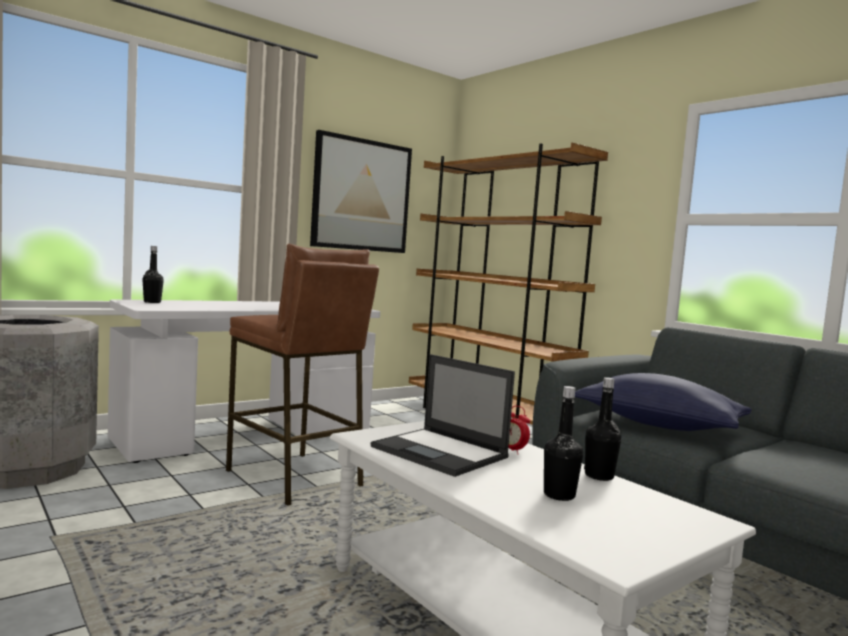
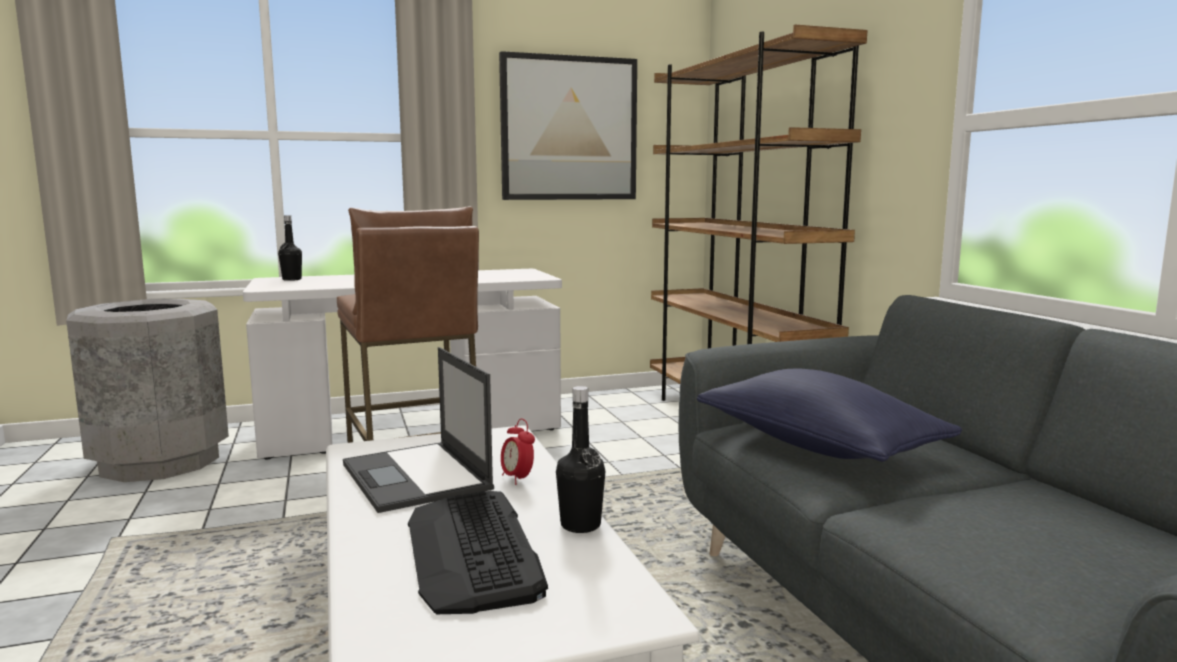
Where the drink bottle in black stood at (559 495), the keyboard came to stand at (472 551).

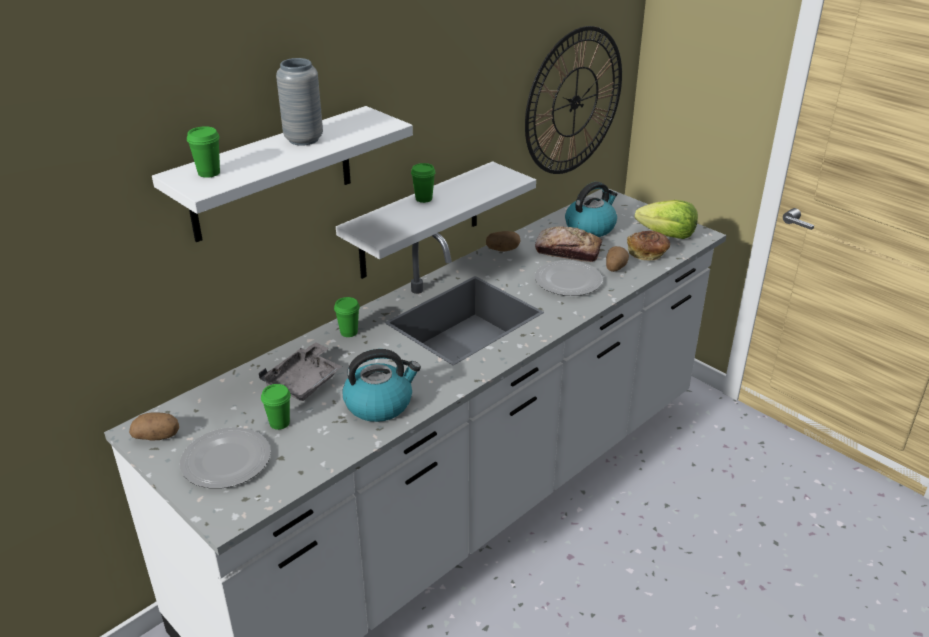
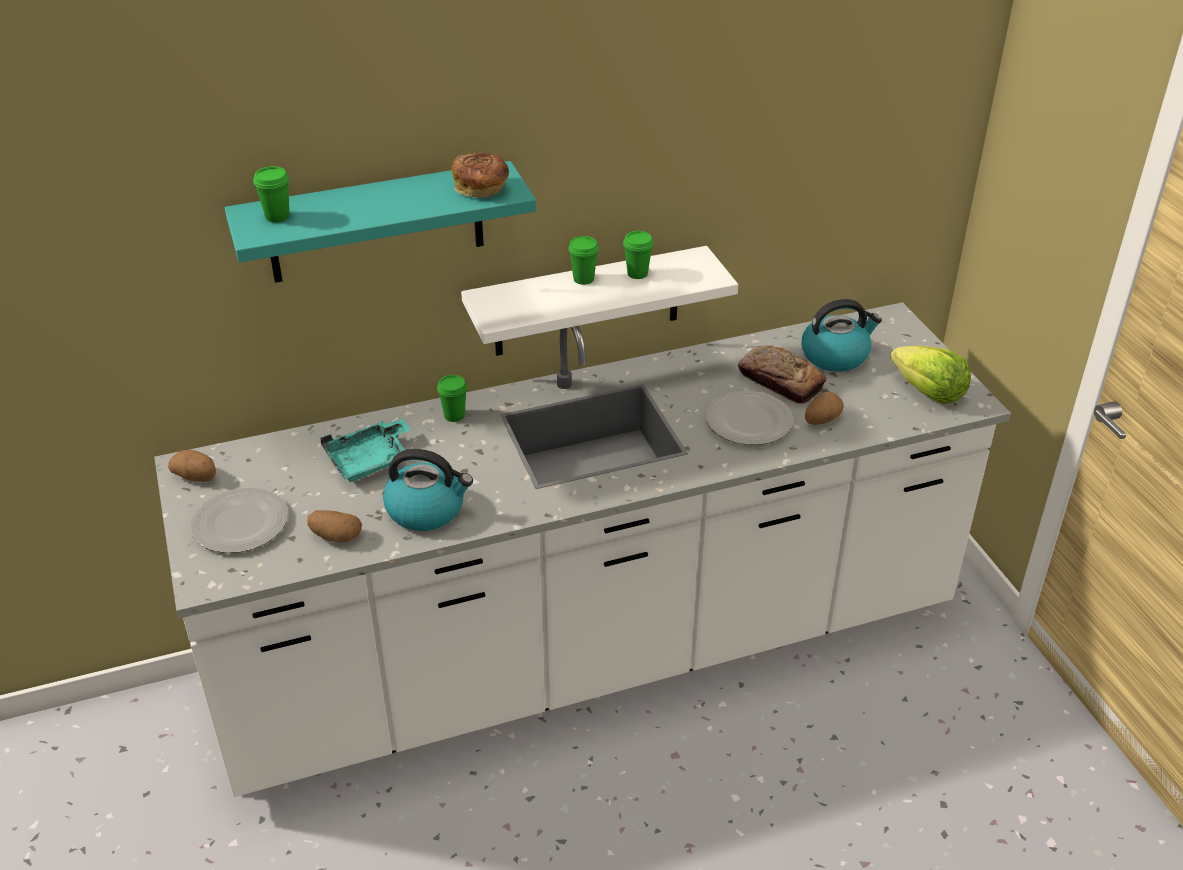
What was the wall shelf in white at (272 174) turned into the wall shelf in blue-green at (376 223). The potato ended up elsewhere, having gone from (503 249) to (335 537). What was the carrying tray in grey at (304 382) turned into the carrying tray in blue-green at (370 460). The bread ended up elsewhere, having gone from (647 254) to (481 189). The cup in greenish ended up elsewhere, having gone from (279 423) to (637 273). The second view lost the decorative vase in grey at (303 139). The second view lost the hanging clock at (574 102).

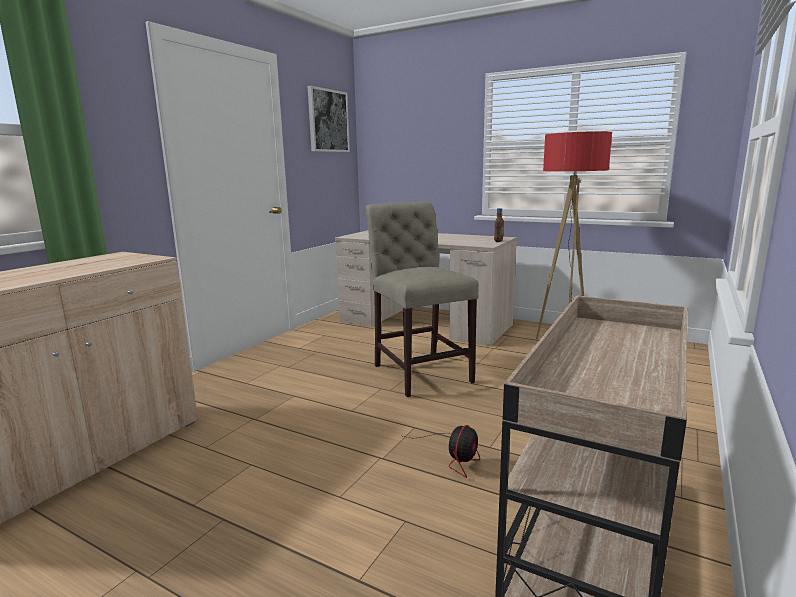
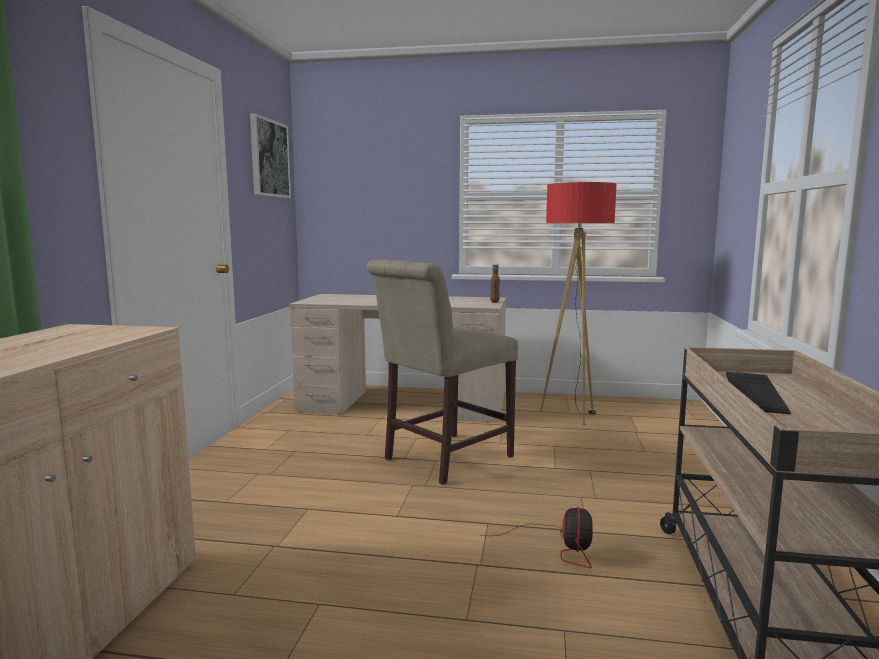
The plain chair in beige at (420 371) ended up facing another way, 90 degrees counterclockwise from before. The second view gained the keyboard at (754 392).

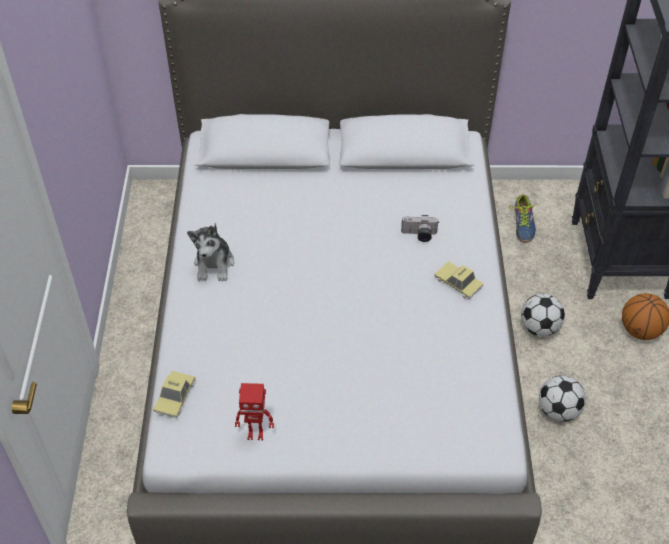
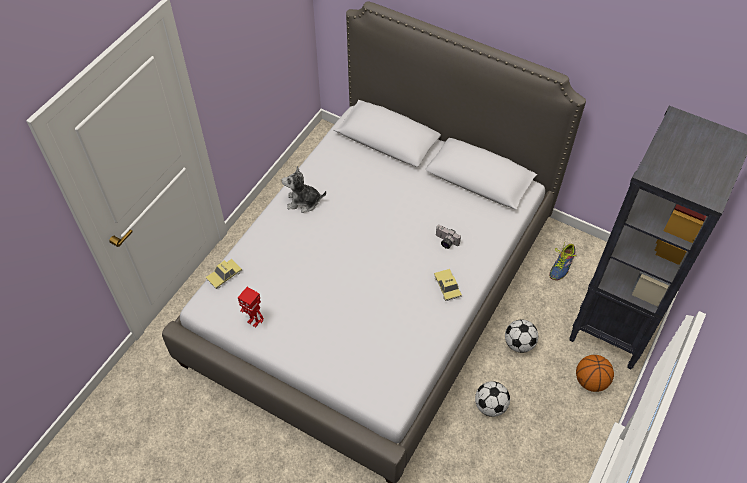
The plush toy at (214 264) ended up facing another way, 60 degrees clockwise from before.

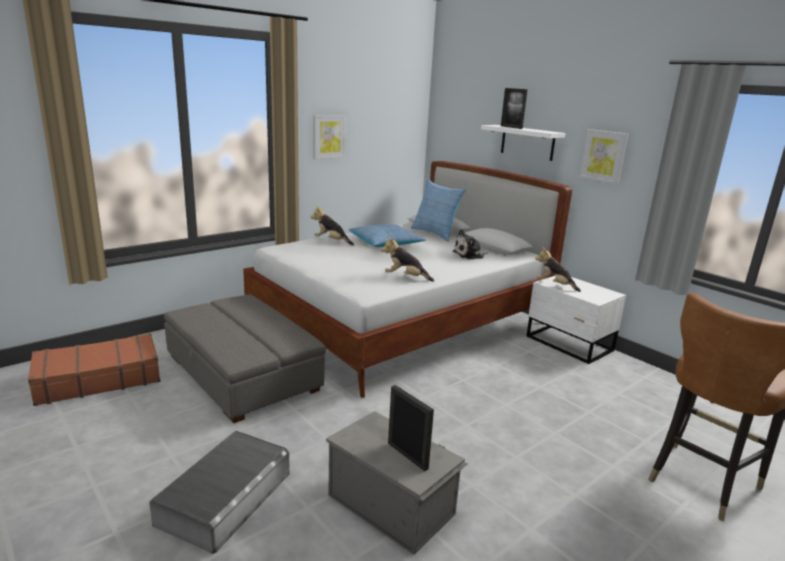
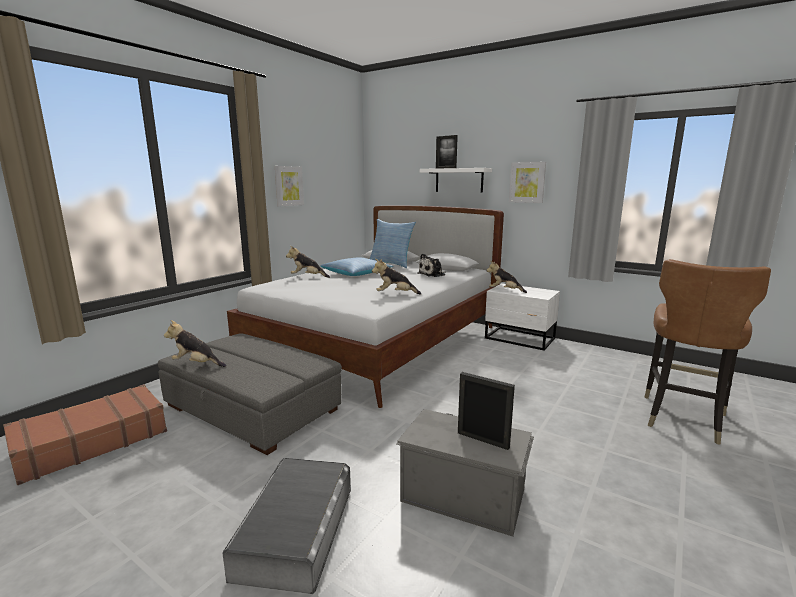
The second view gained the plush toy at (196 364).

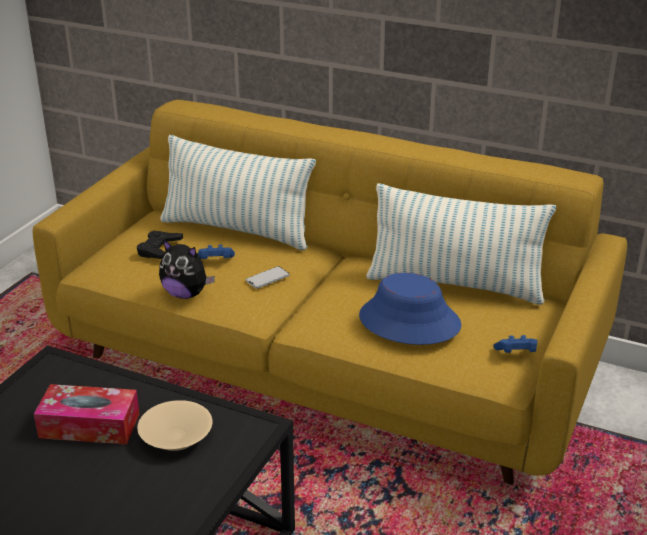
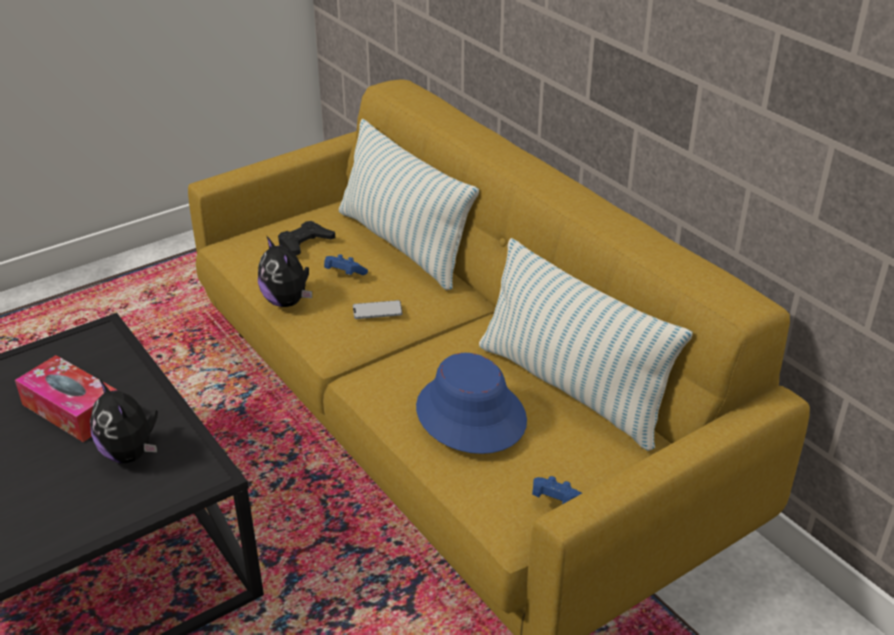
Where the deep dish in beige stood at (177 436), the plush toy came to stand at (130 453).

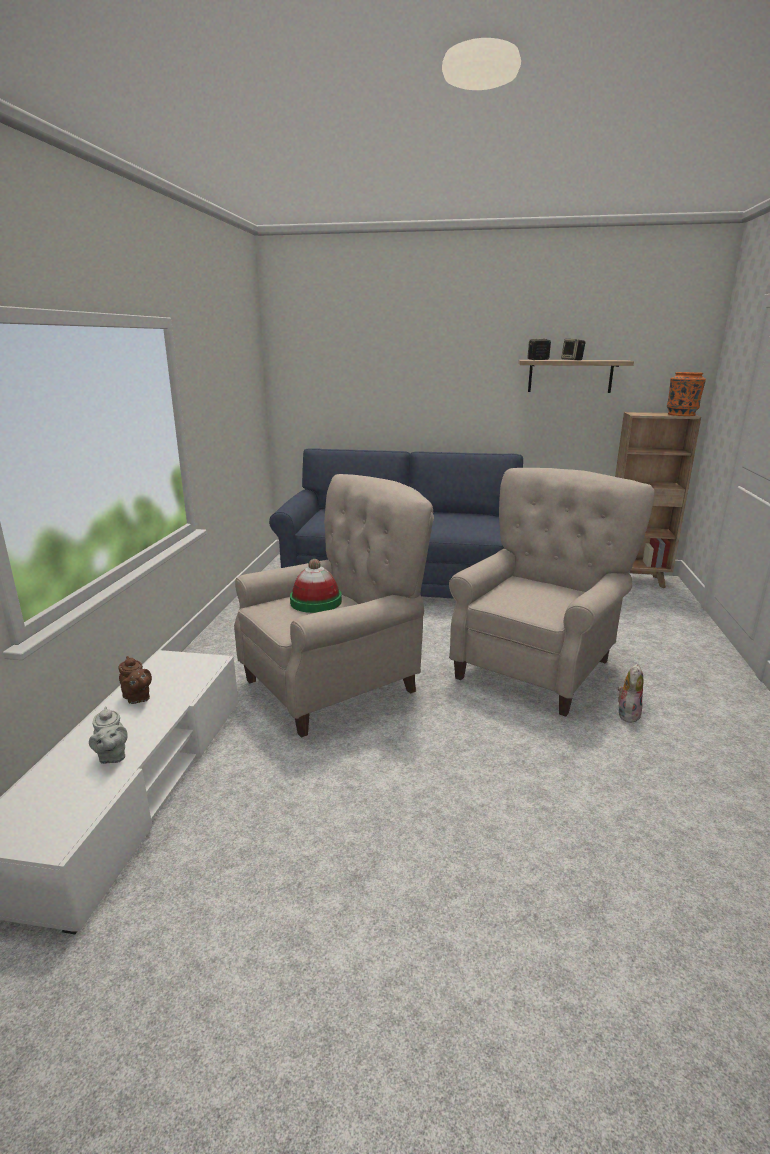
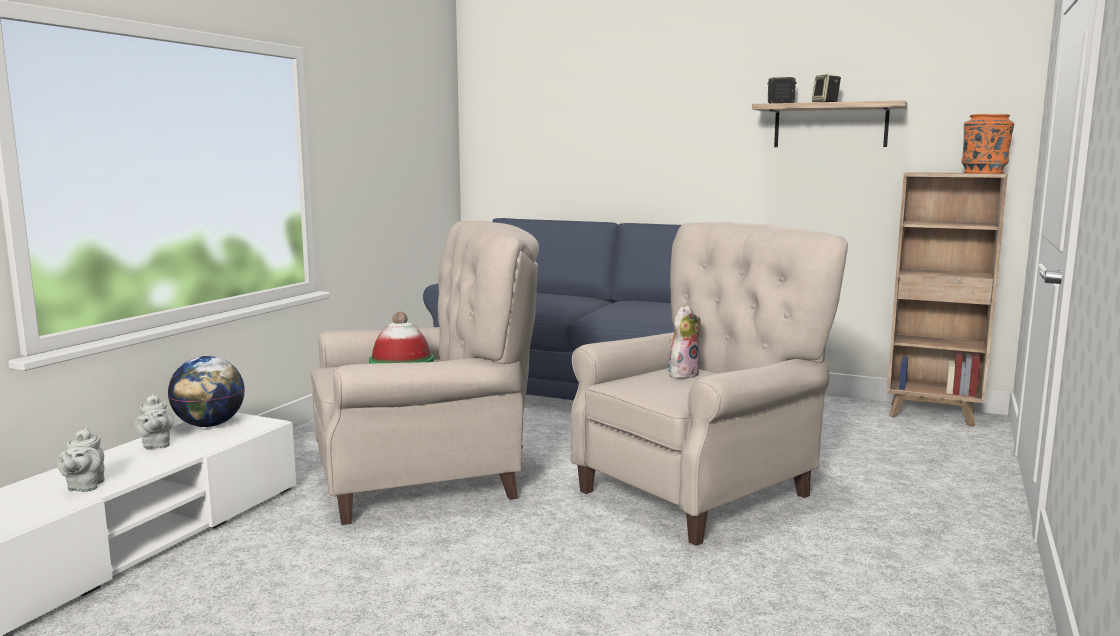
What was the tea pot in brown at (137 698) turned into the tea pot in grey at (156 445). The second view gained the world globe at (209 425). The plush toy ended up elsewhere, having gone from (627 714) to (682 374).

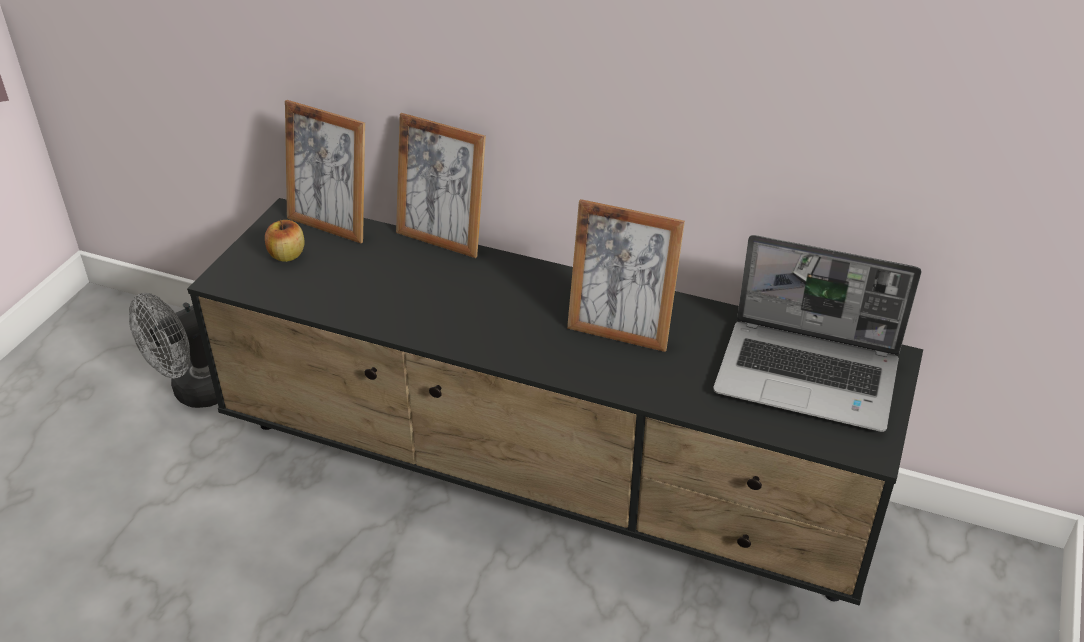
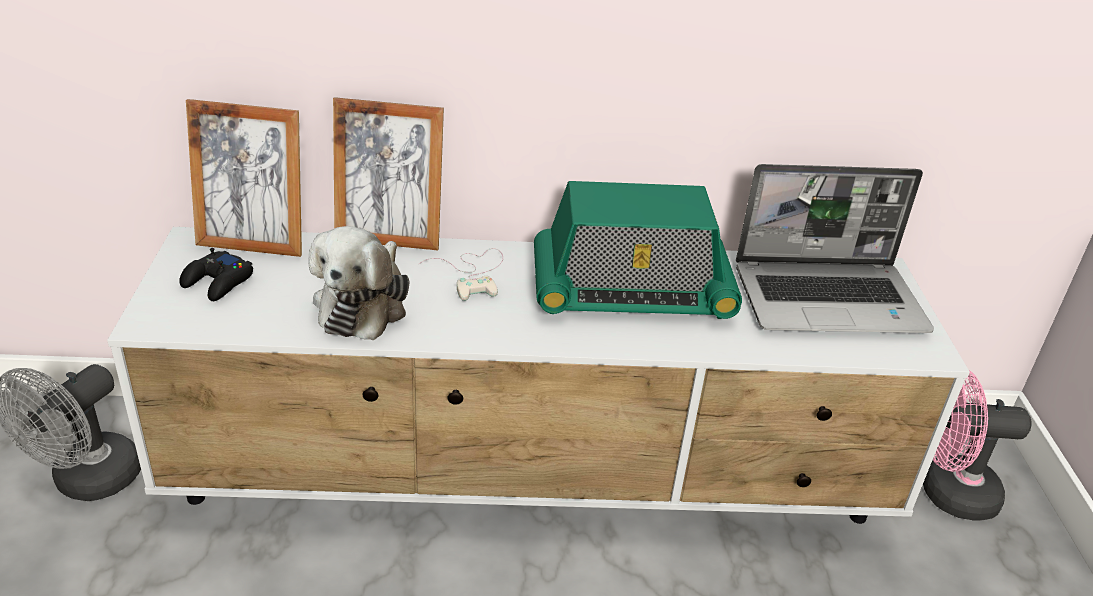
What was the media console in black at (545 480) turned into the media console in white at (536 480). Where the apple stood at (287 255), the gamepad in black came to stand at (218 282). The second view gained the plush toy at (363 304). The second view gained the gamepad in white at (473 274). Where the picture frame stood at (620 331), the radio came to stand at (631 292). The second view gained the electric fan in pink-coloured at (946 493).

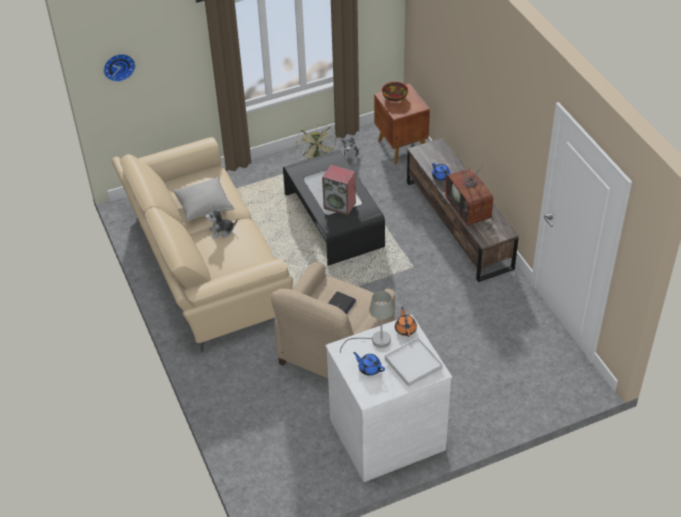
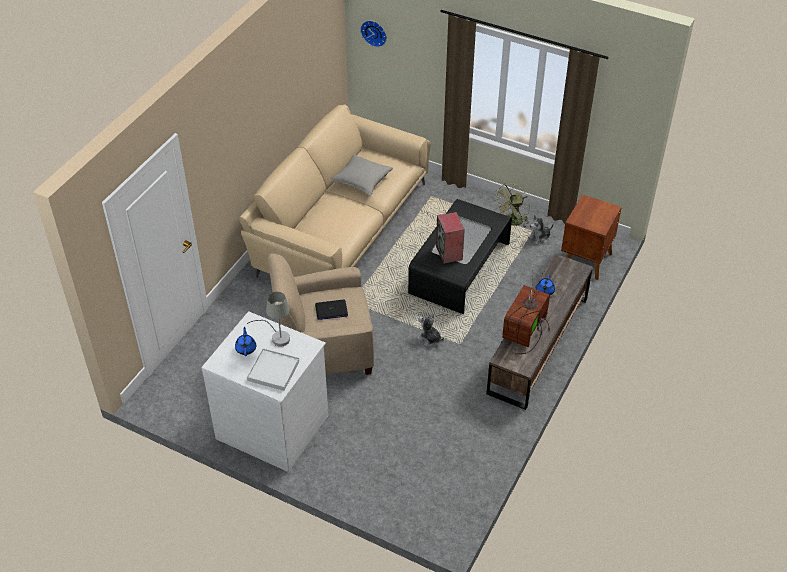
The plush toy ended up elsewhere, having gone from (222 231) to (429 339). The second view lost the deep dish at (395 97). The second view lost the tea pot in orangey at (405 329).

